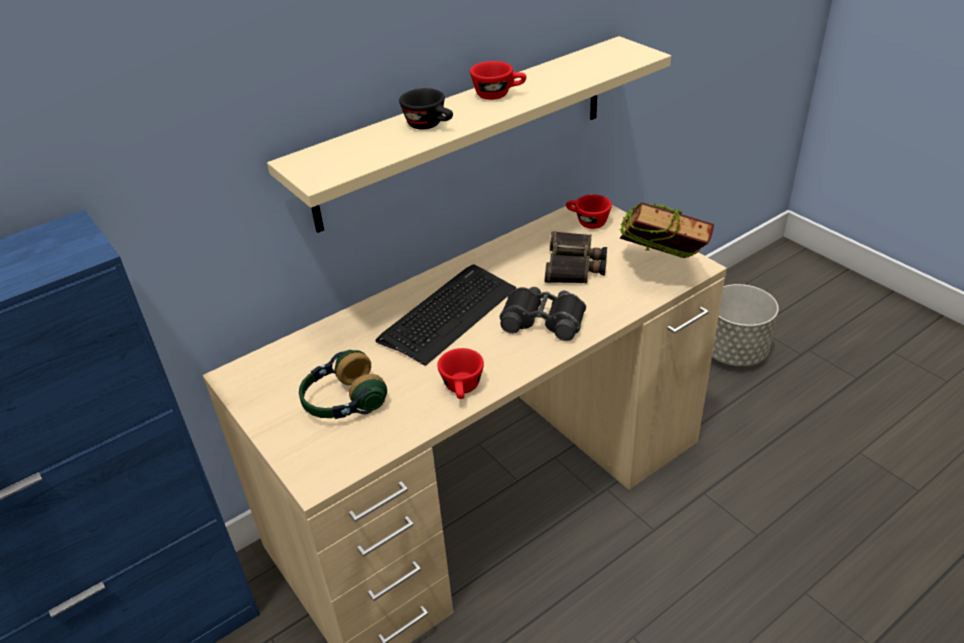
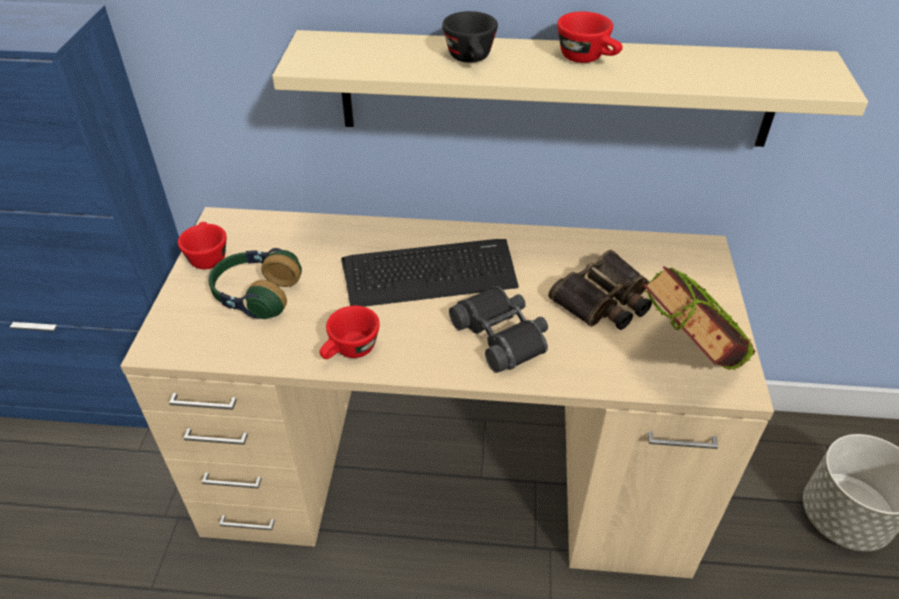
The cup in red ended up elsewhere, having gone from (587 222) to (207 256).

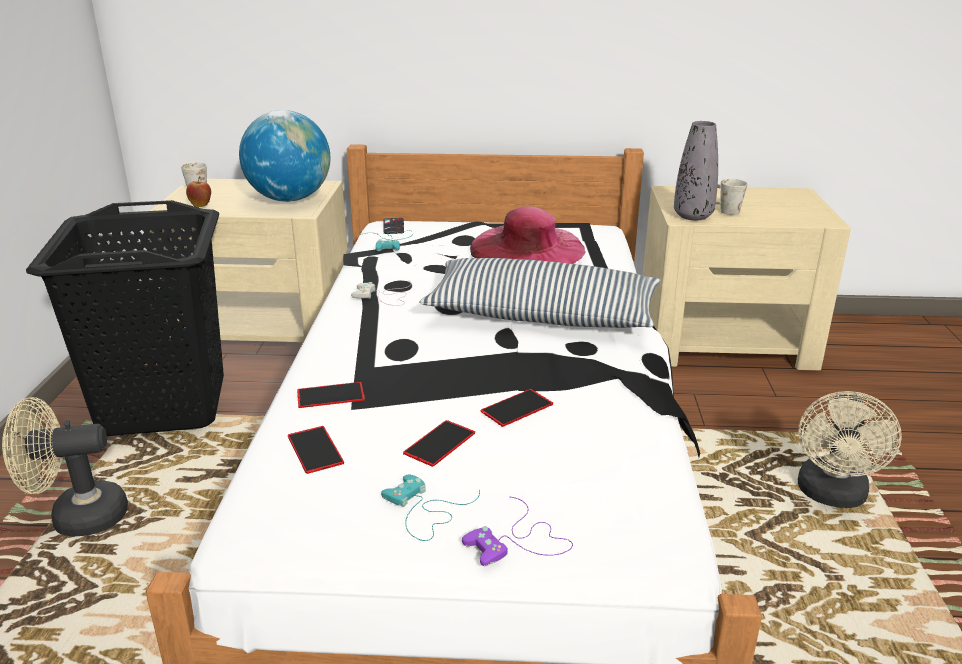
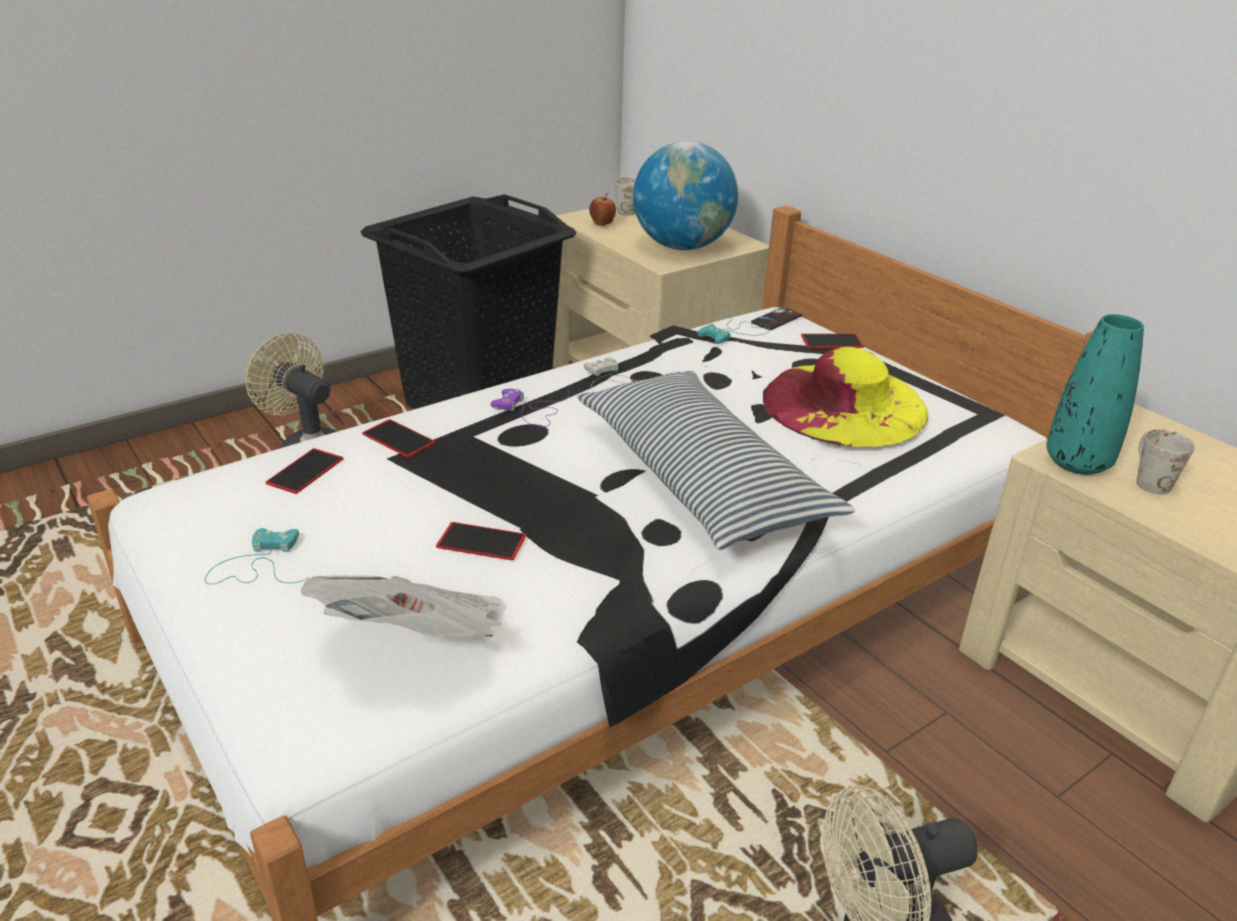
The second view gained the daily paper at (418 643). The gamepad in purplish ended up elsewhere, having gone from (519 541) to (531 411). What was the wearable hat in pink-coloured at (527 248) turned into the wearable hat in yellow at (844 404). The telephone ended up elsewhere, having gone from (440 443) to (832 341). What was the decorative vase in grey at (693 216) turned into the decorative vase in blue-green at (1077 463).

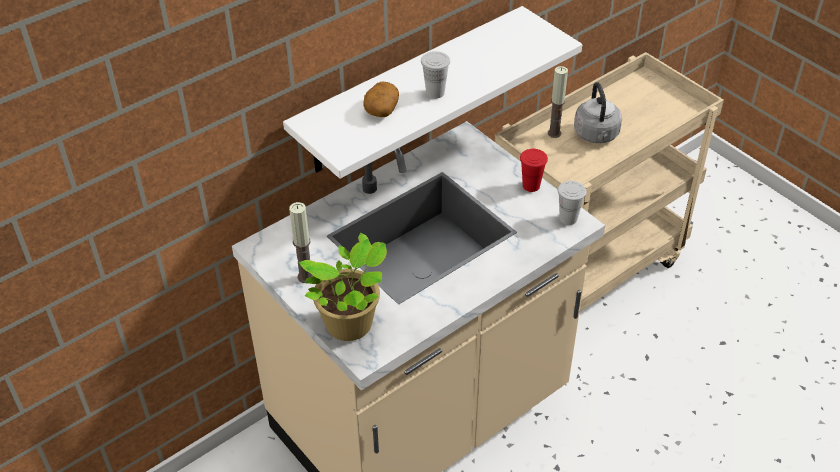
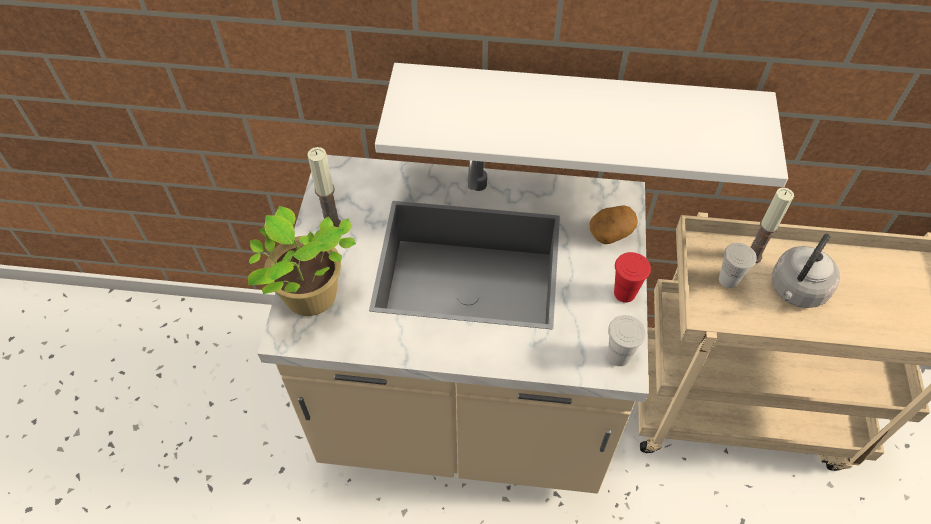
The potato ended up elsewhere, having gone from (381 109) to (611 232). The cup in white ended up elsewhere, having gone from (435 93) to (728 280).

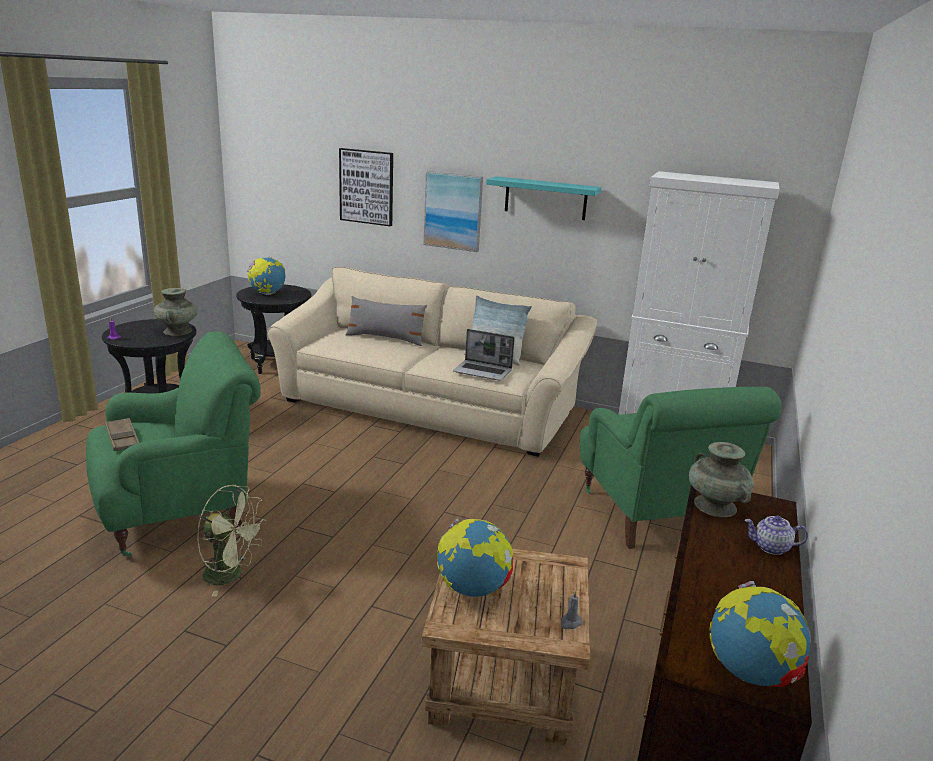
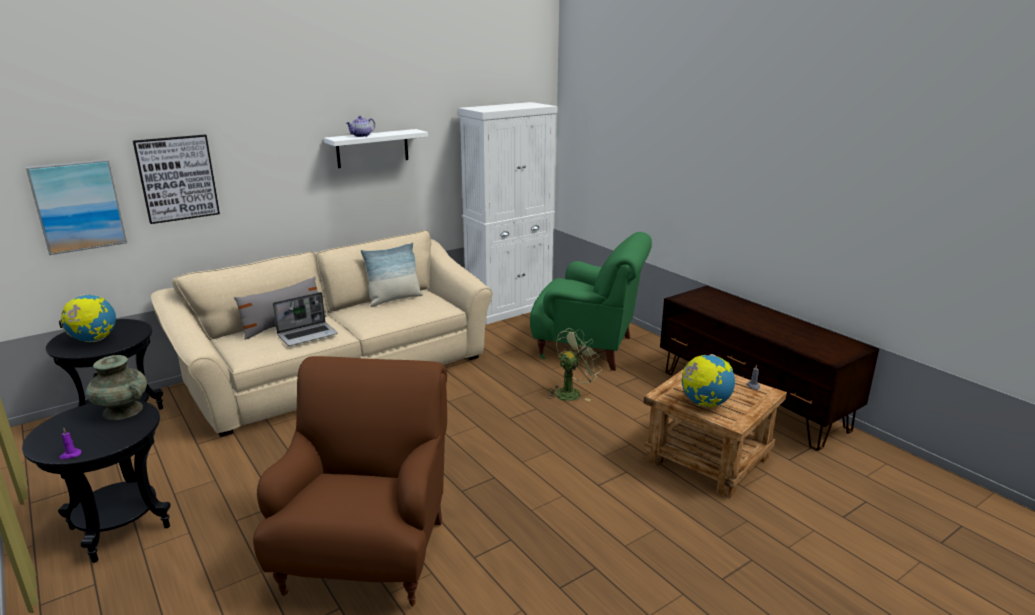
The picture ended up elsewhere, having gone from (453 211) to (78 206). What was the lounge chair in greenish at (180 513) turned into the lounge chair in brown at (368 554). The portable computer ended up elsewhere, having gone from (483 371) to (308 335). What was the wall shelf in blue-green at (545 198) turned into the wall shelf in white at (372 148). The tea pot ended up elsewhere, having gone from (771 547) to (361 136). The electric fan in greenish ended up elsewhere, having gone from (231 575) to (571 392). The second view lost the carrying tray in brown at (122 438). The second view lost the decorative vase in blue-green at (715 506). The second view lost the world globe at (750 673).

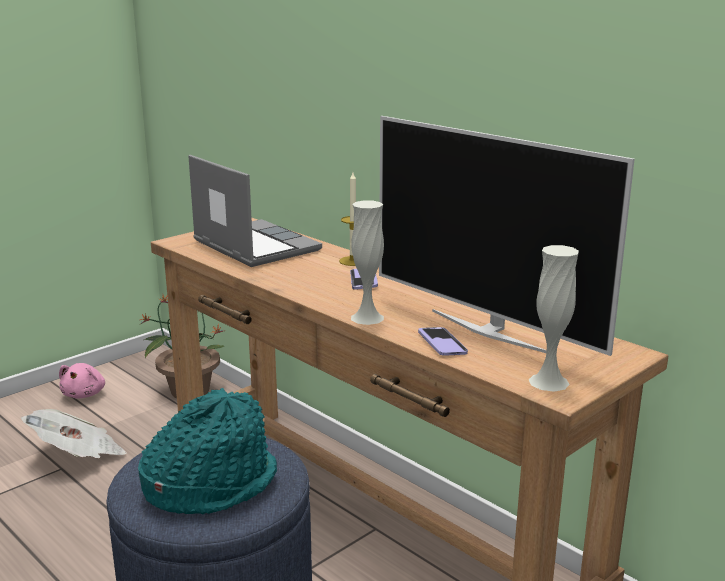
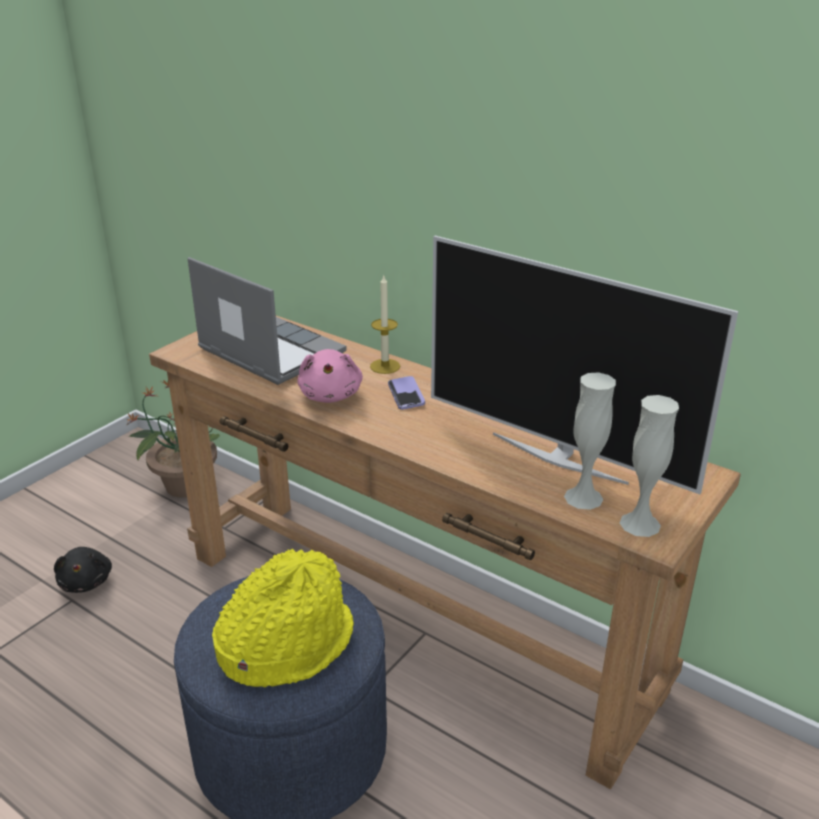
Where the daily paper stood at (79 455), the plush toy in black came to stand at (86 581). What was the wearable hat in blue-green at (210 484) turned into the wearable hat in yellow at (285 644). The plush toy in pink-coloured ended up elsewhere, having gone from (85 394) to (331 395). The decorative vase in white ended up elsewhere, having gone from (367 318) to (583 497). The second view lost the telephone at (442 343).

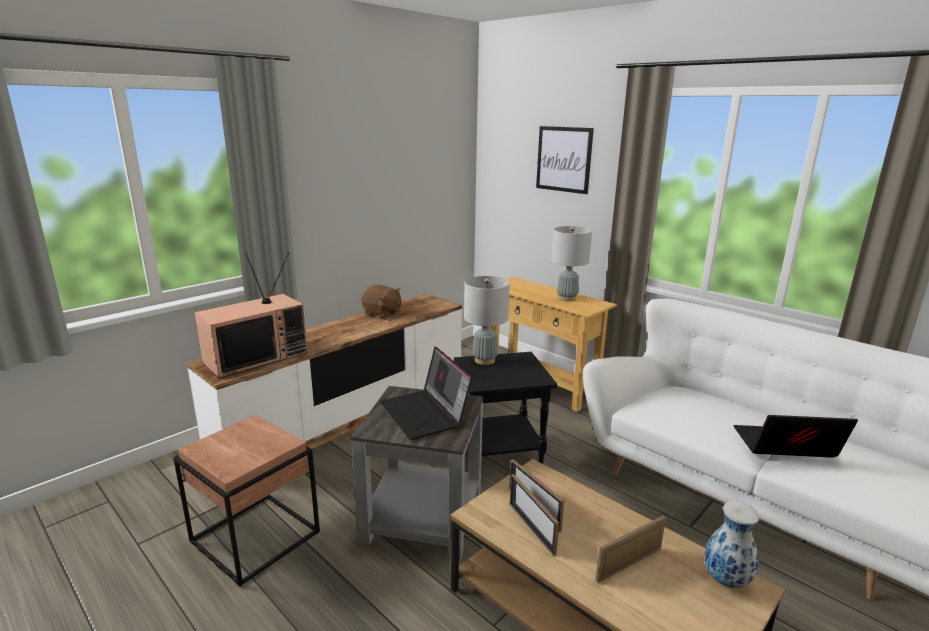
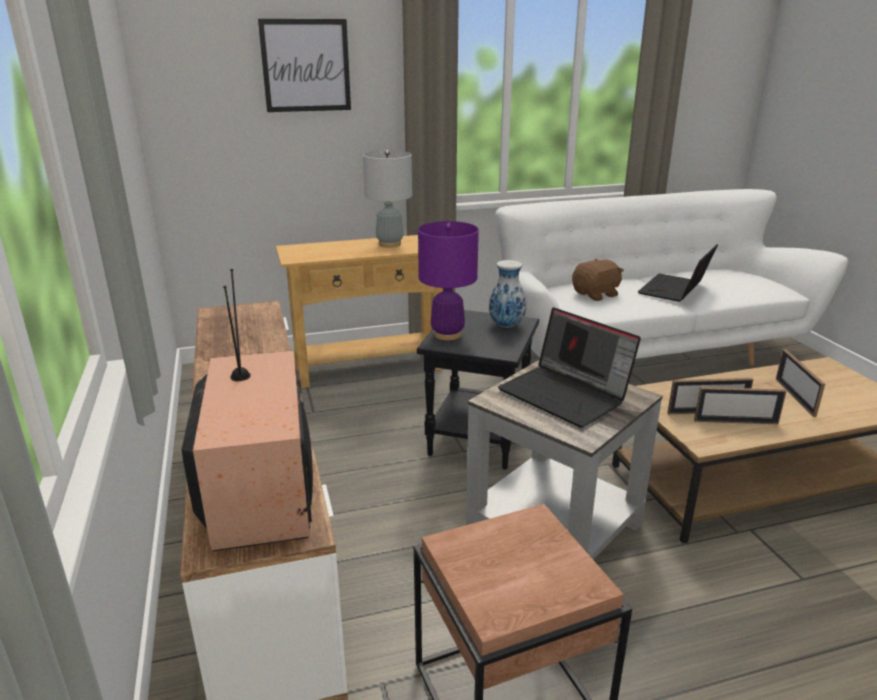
What was the table lamp in grey at (484 360) turned into the table lamp in purplish at (447 334). The decorative vase ended up elsewhere, having gone from (727 580) to (507 325). The portable computer at (425 414) ended up facing another way, 45 degrees clockwise from before. The plush toy in brown ended up elsewhere, having gone from (382 313) to (596 294).

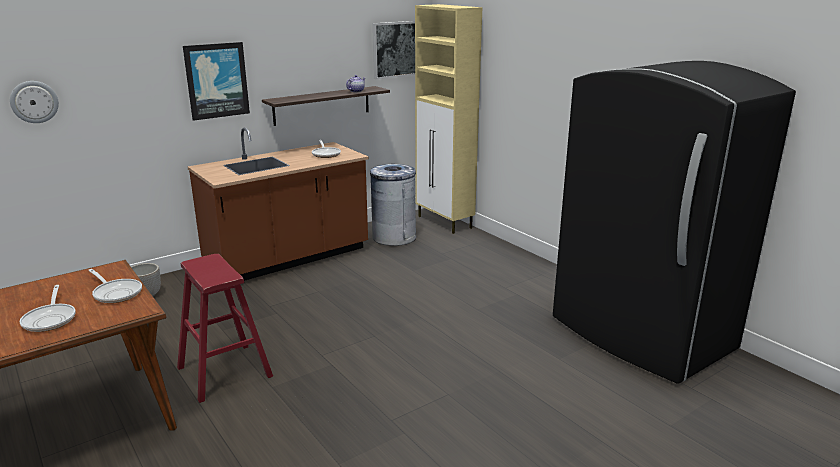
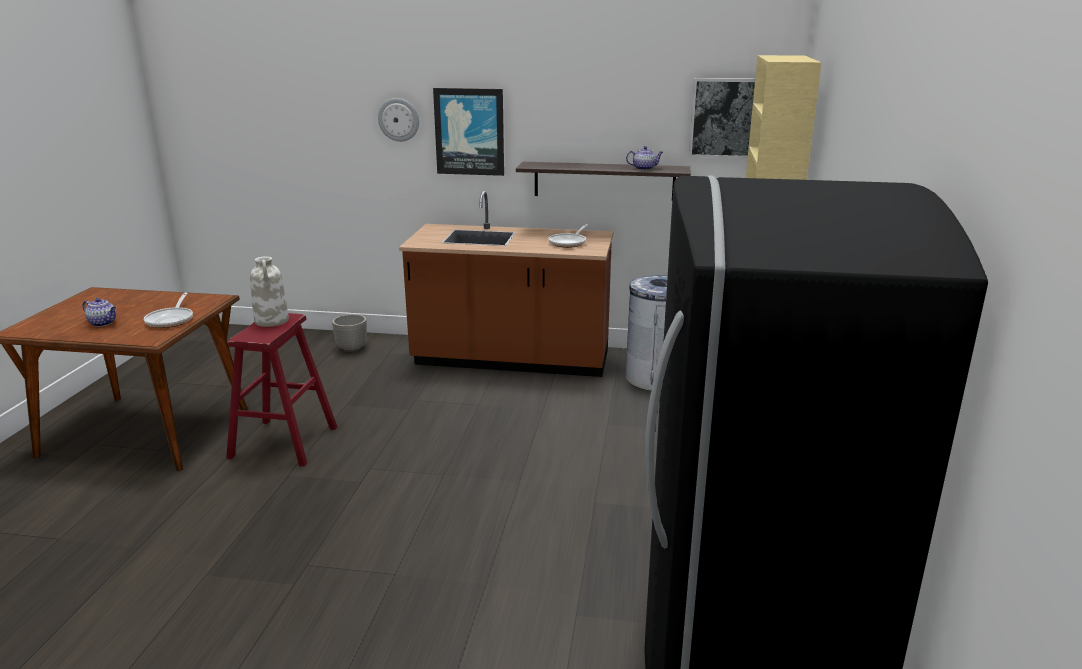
Where the pan stood at (50 319), the tea pot came to stand at (103 323). The second view gained the decorative vase in white at (272 321). The hanging clock ended up elsewhere, having gone from (34 102) to (399 119).

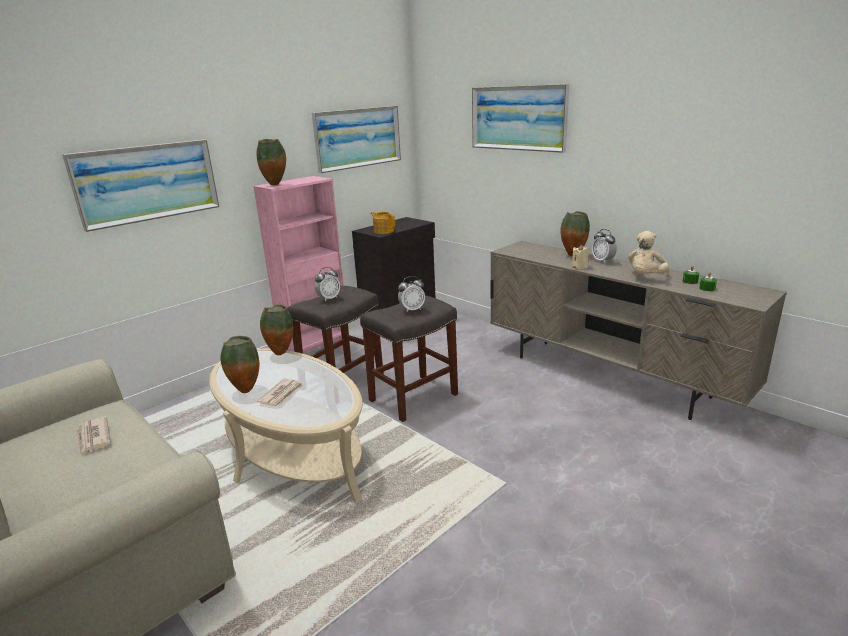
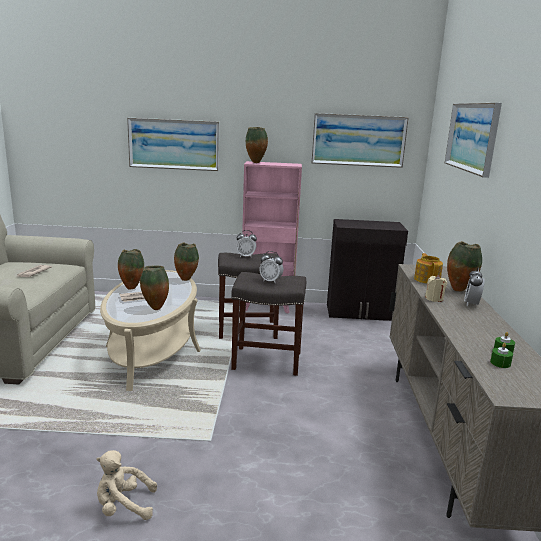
The plush toy in beige ended up elsewhere, having gone from (645 277) to (123 506). The second view gained the decorative vase at (155 308). The tea pot ended up elsewhere, having gone from (383 231) to (427 279).

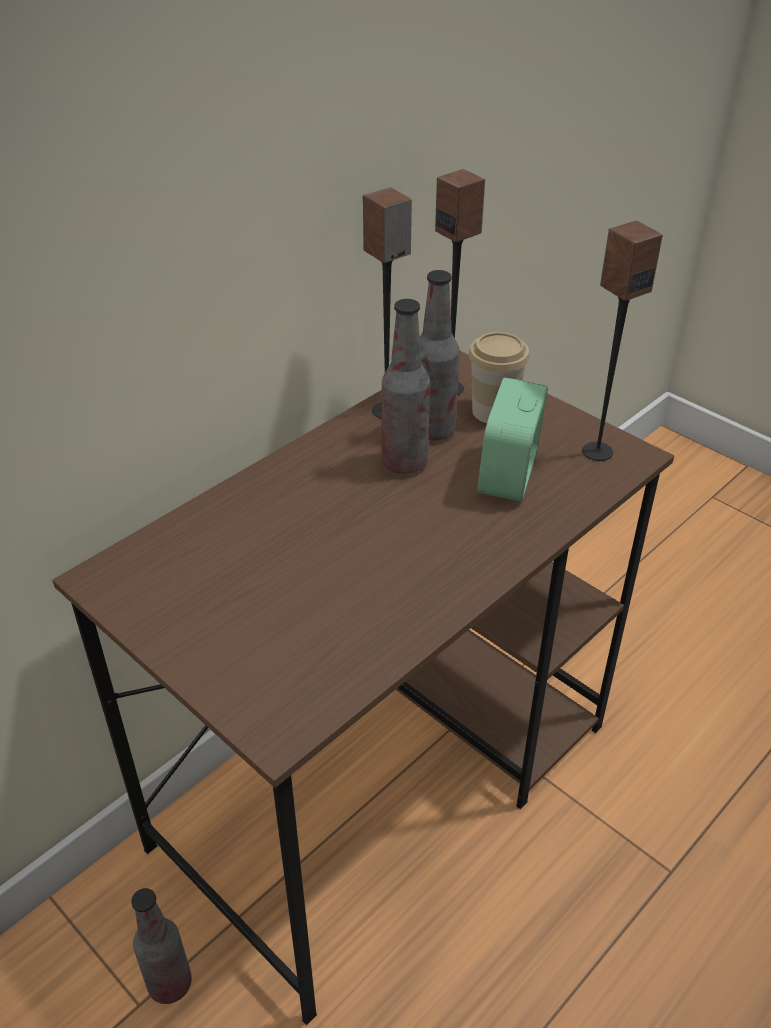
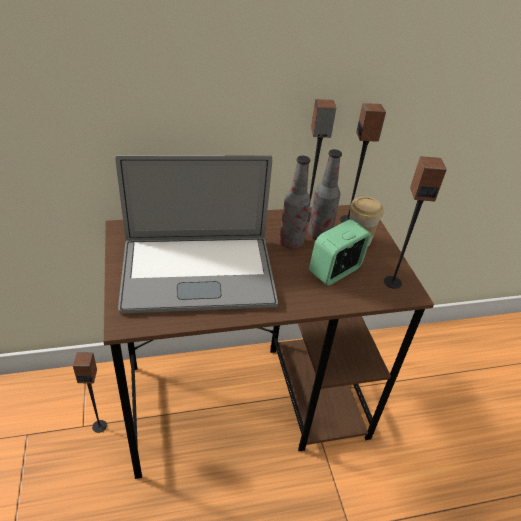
Where the drink bottle stood at (170 983), the audio speaker came to stand at (99 426). The second view gained the portable computer at (198 273).

